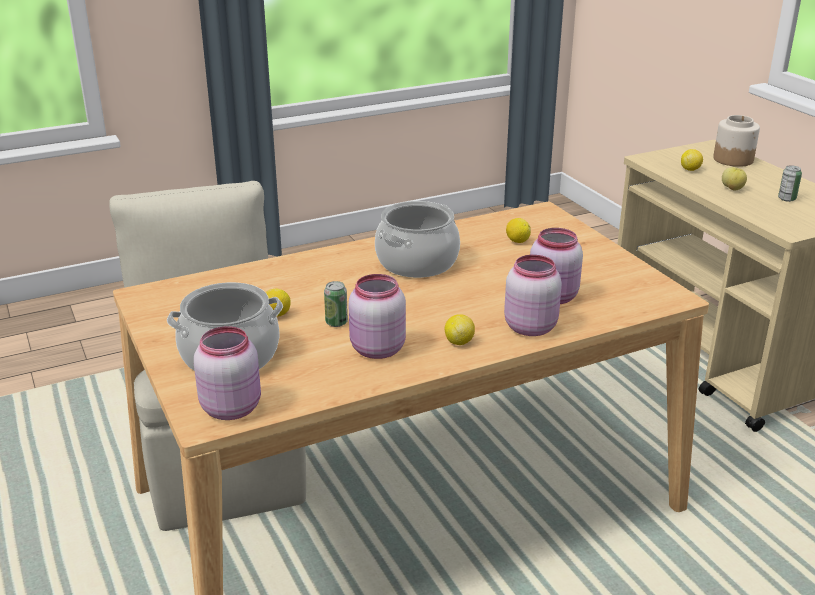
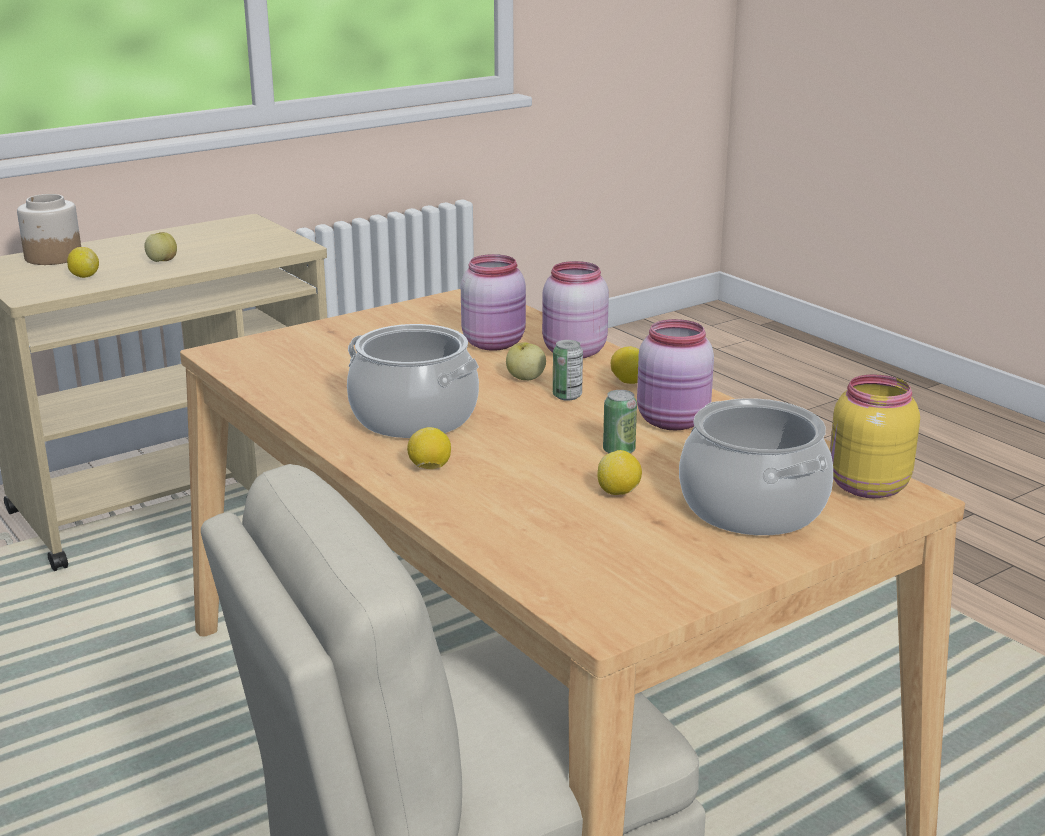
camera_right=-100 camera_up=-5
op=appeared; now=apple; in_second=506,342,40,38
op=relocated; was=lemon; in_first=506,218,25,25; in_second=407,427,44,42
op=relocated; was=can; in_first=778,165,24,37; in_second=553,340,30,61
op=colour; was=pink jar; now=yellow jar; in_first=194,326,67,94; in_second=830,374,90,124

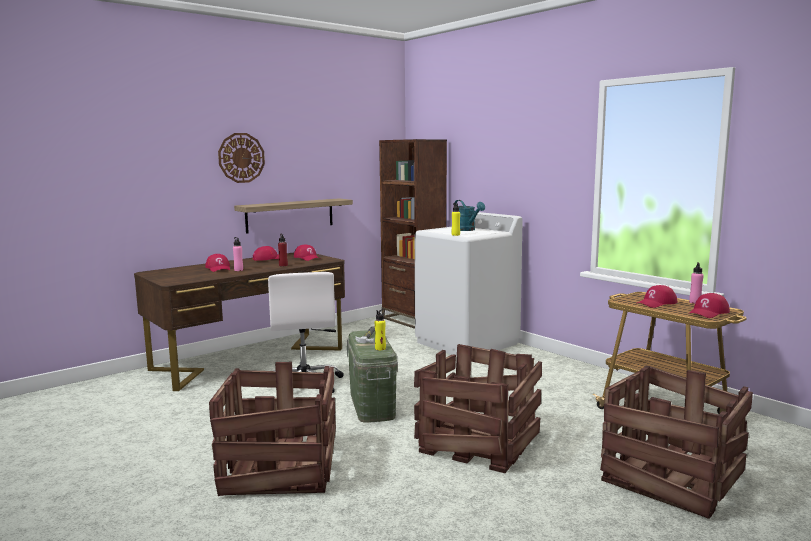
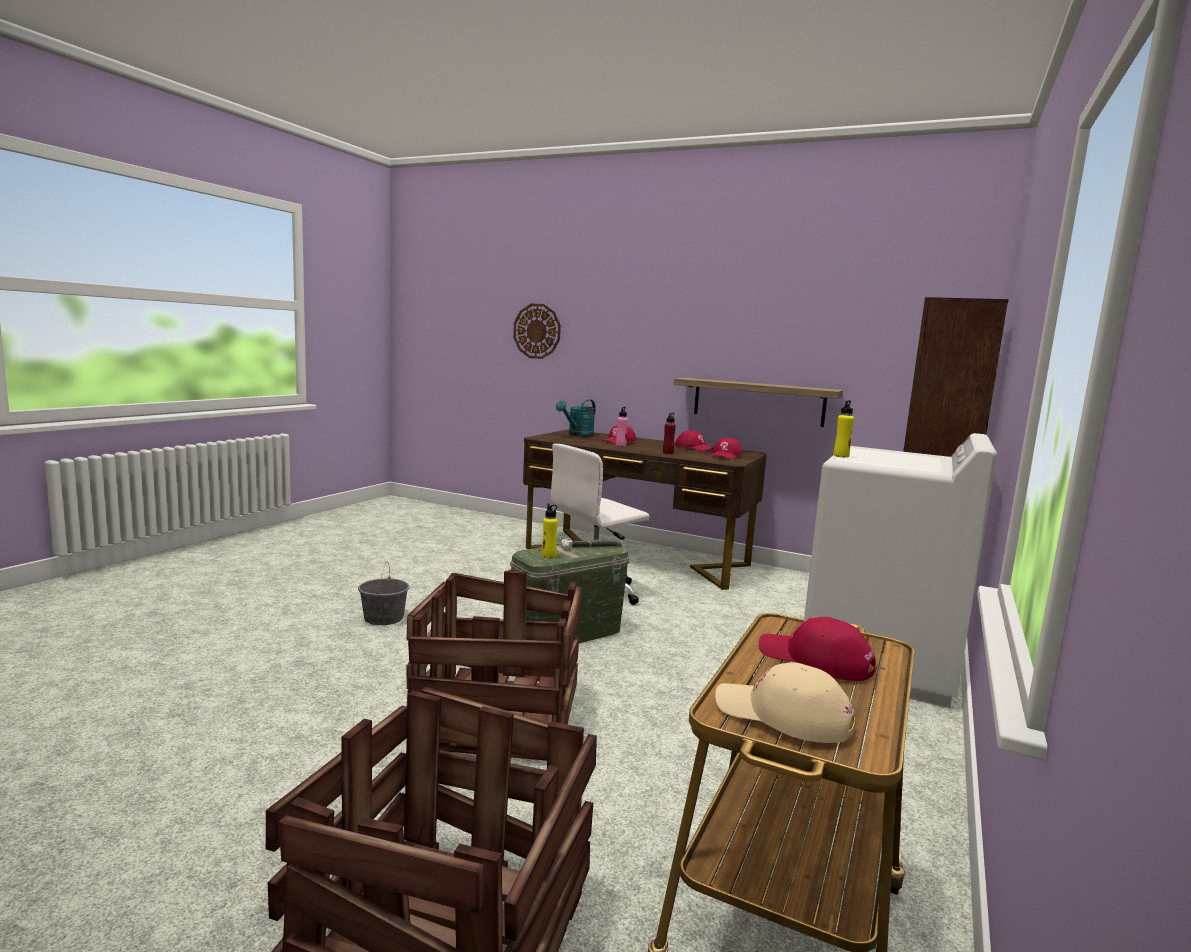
camera_right=65 camera_up=0
op=missing; was=pink bottle; in_first=689,262,15,42
op=relocated; was=wall clock; in_first=218,133,47,50; in_second=513,303,48,56
op=relocated; was=turquoise watering can; in_first=454,200,31,31; in_second=556,399,40,38
op=exchanged; was=crate; now=grey bucket; in_first=209,362,127,134; in_second=358,561,52,64
op=colour; was=red cap; now=beige cap; in_first=688,293,42,25; in_second=715,662,141,81

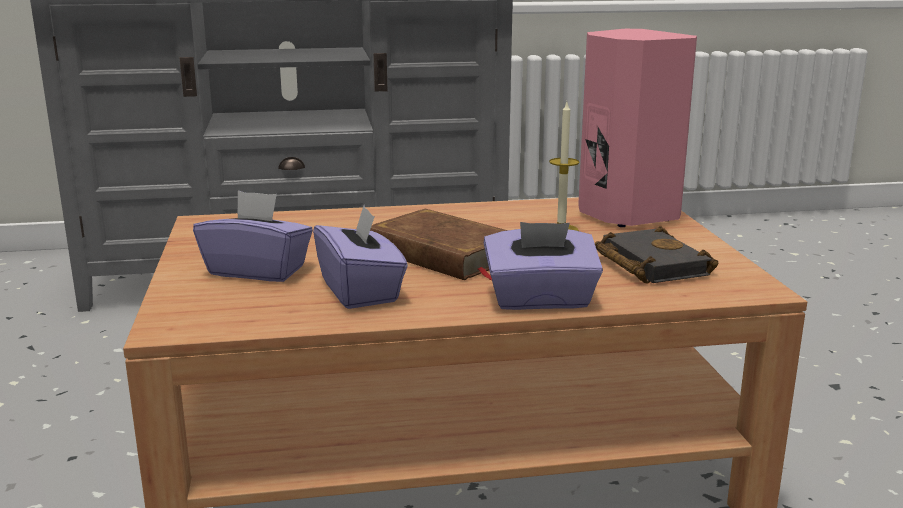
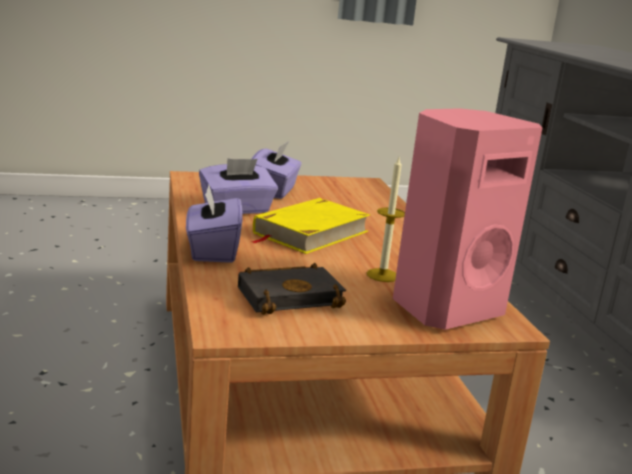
camera_right=85 camera_up=0
op=colour; was=brown book; now=yellow book; in_first=370,209,138,72; in_second=251,198,119,56

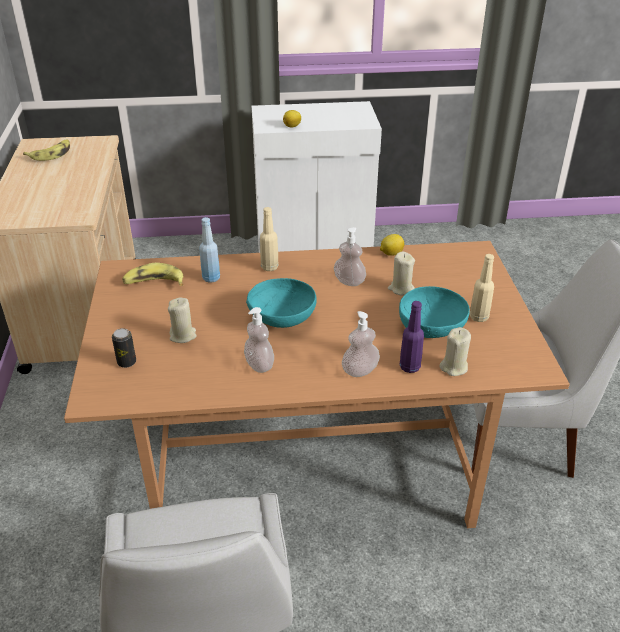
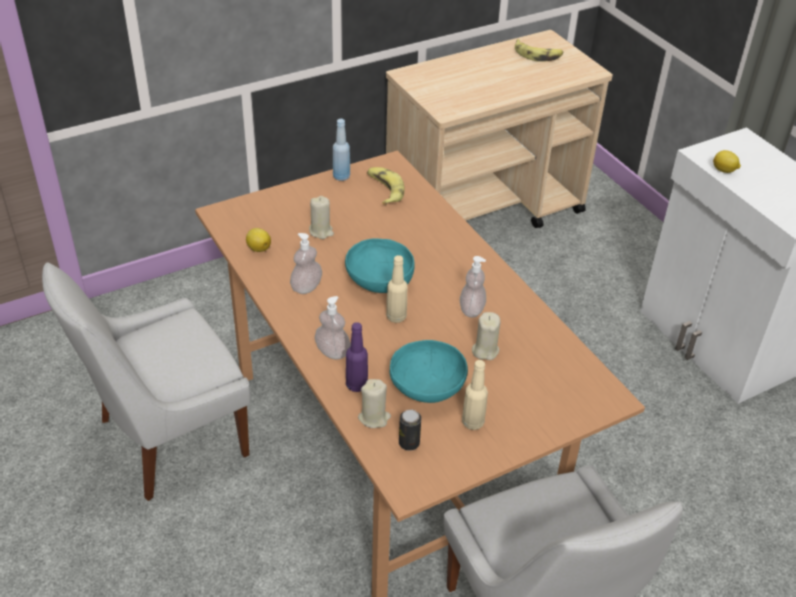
camera_right=65 camera_up=5
op=relocated; was=can; in_first=112,328,24,40; in_second=399,409,22,42
op=relocated; was=blue bottle; in_first=199,217,21,66; in_second=333,119,17,62
op=relocated; was=beige bottle; in_first=260,207,19,64; in_second=386,255,22,68
op=relocated; was=lemon; in_first=380,234,24,22; in_second=246,228,25,24

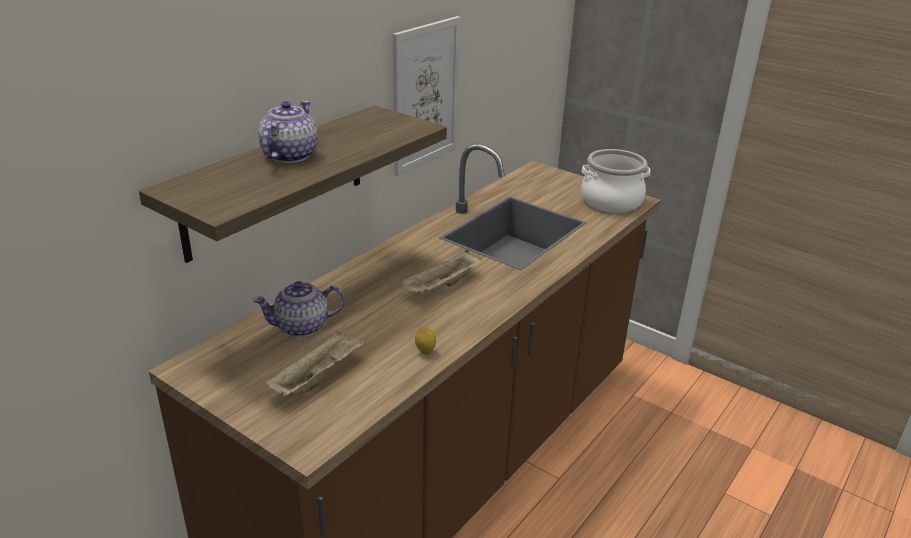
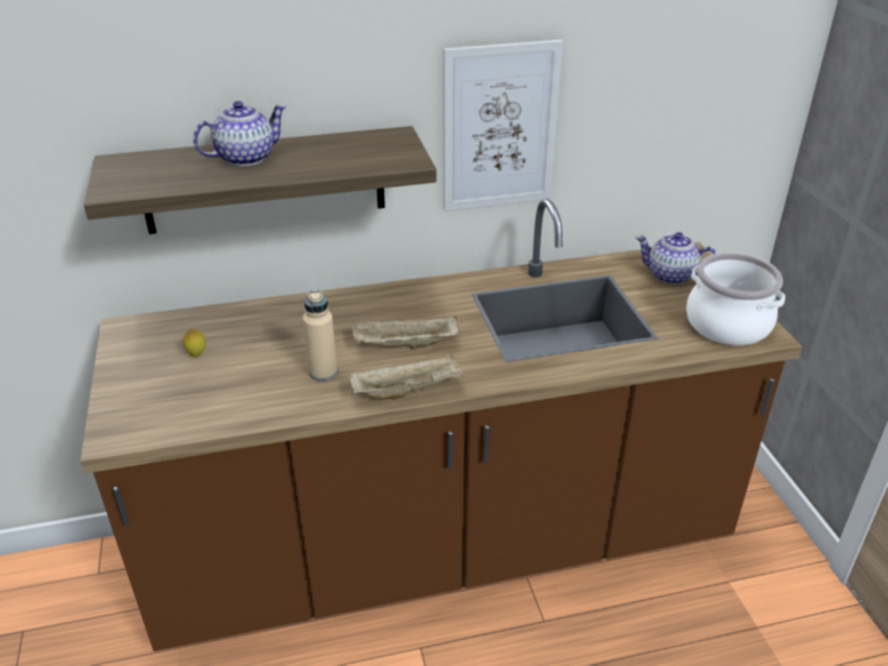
camera_right=40 camera_up=5
op=appeared; now=beige bottle; in_second=303,289,34,92
op=relocated; was=teapot; in_first=253,281,92,56; in_second=635,232,82,53
op=relocated; was=beige tray; in_first=266,331,100,66; in_second=349,353,117,46
op=relocated; was=lemon; in_first=415,327,21,28; in_second=183,329,23,28

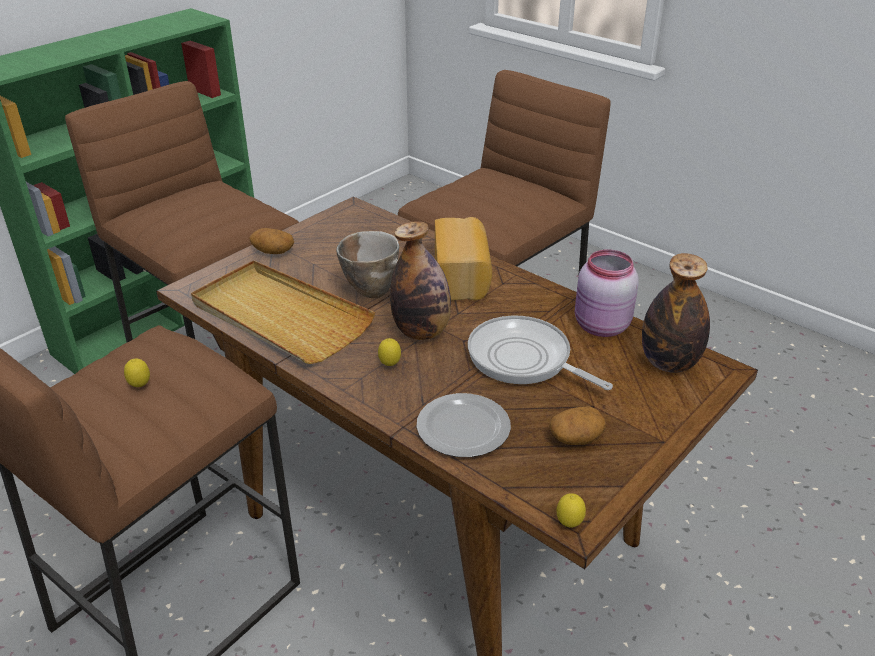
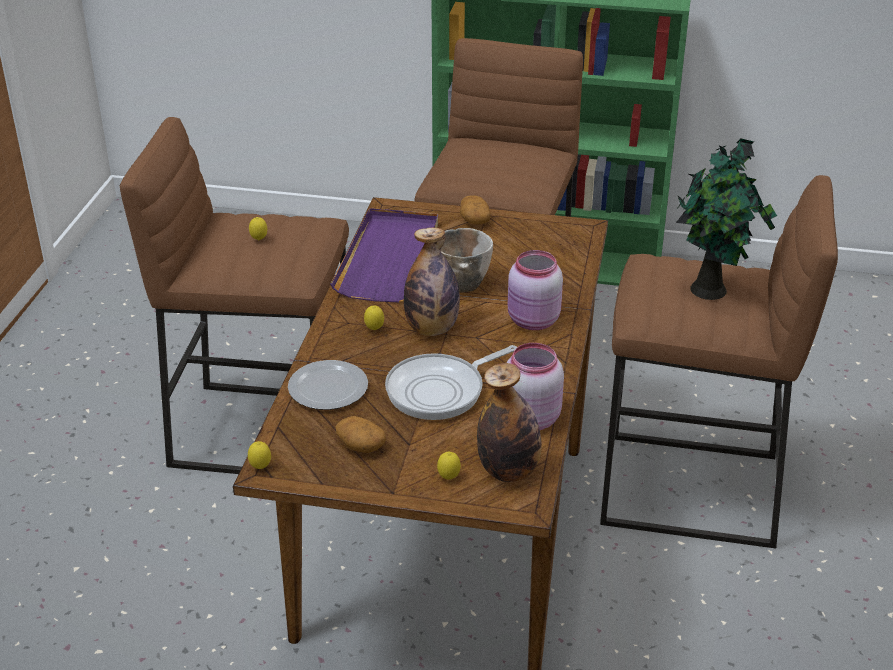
camera_right=60 camera_up=0
op=appeared; now=lemon; in_second=437,452,24,27
op=appeared; now=potted plant; in_second=676,139,101,161
op=exchanged; was=bread; now=pink jar; in_first=435,217,57,83; in_second=508,250,55,80
op=colour; was=beige tray; now=purple tray; in_first=191,260,184,104; in_second=330,208,108,95
op=spun; was=frying pan; in_first=468,316,145,74; in_second=385,345,132,75; clockwise=-135

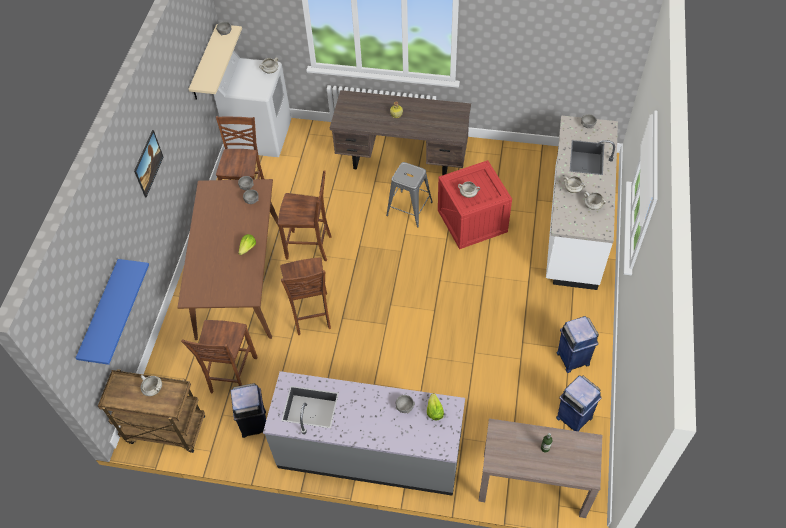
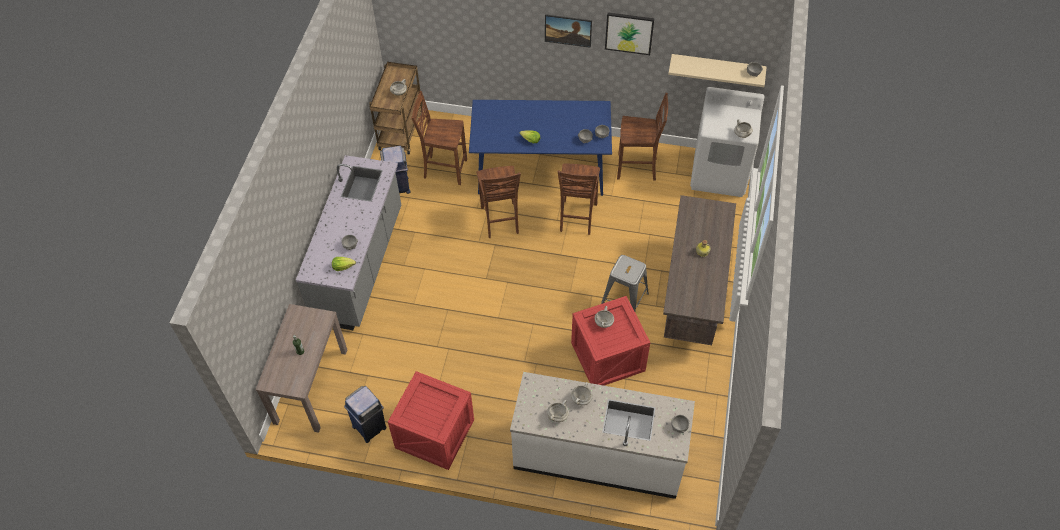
camera_right=90 camera_up=0
op=missing; was=blue shelf; in_first=76,259,73,106
op=appeared; now=picture; in_second=605,13,50,42
op=exchanged; was=blue trash can; now=crate; in_first=557,316,42,57; in_second=388,371,86,99
op=colour; was=brown dining table; now=blue dining table; in_first=177,179,102,161; in_second=469,100,143,96
op=spun; was=brown chair; in_first=280,257,51,78; in_second=476,166,45,72; clockwise=-90

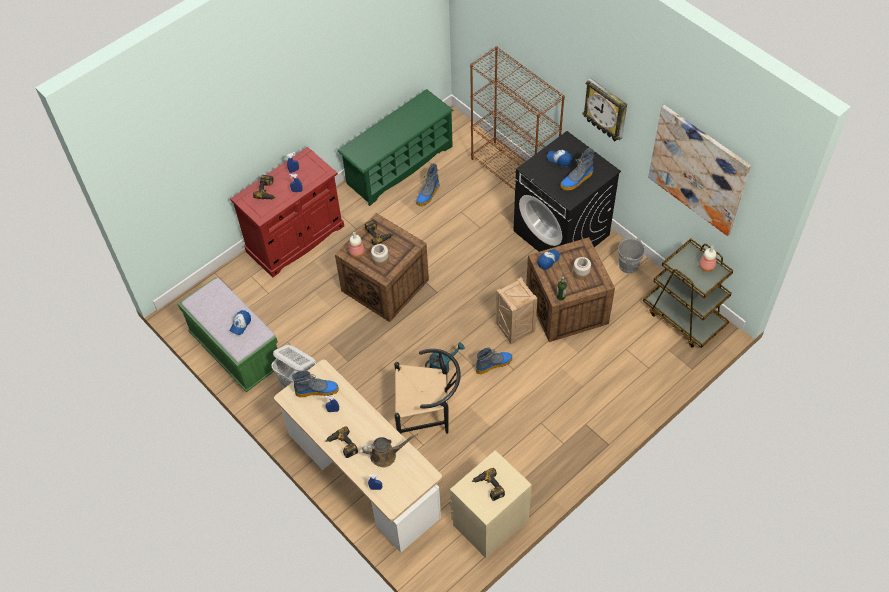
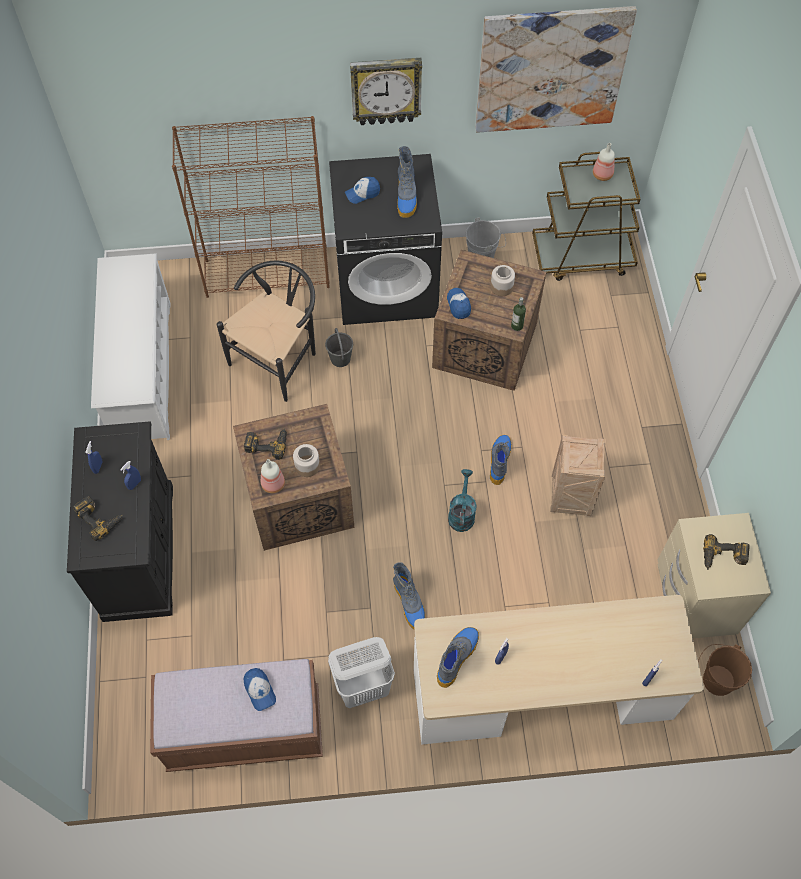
camera_right=-55 camera_up=5
op=missing; was=power drill; in_first=325,426,33,32
op=missing; was=brown watering can; in_first=362,434,56,33
op=appeared; now=grey bucket; in_second=325,328,28,39
op=appeared; now=brown bucket; in_second=698,644,54,52
op=relocated; was=black chair; in_first=394,349,67,86; in_second=217,260,99,142
op=relocated; was=boot; in_first=416,163,24,43; in_second=393,562,32,67
op=relocated; was=crate; in_first=496,277,42,67; in_second=550,434,56,82
op=colour; was=green bench; now=brown bench; in_first=178,277,101,115; in_second=150,659,173,113
op=colour; was=red cabinet; now=black cabinet; in_first=230,147,114,130; in_second=67,421,106,201
op=colour; was=green shoe rack; now=white shoe rack; in_first=337,89,116,117; in_second=91,253,79,187

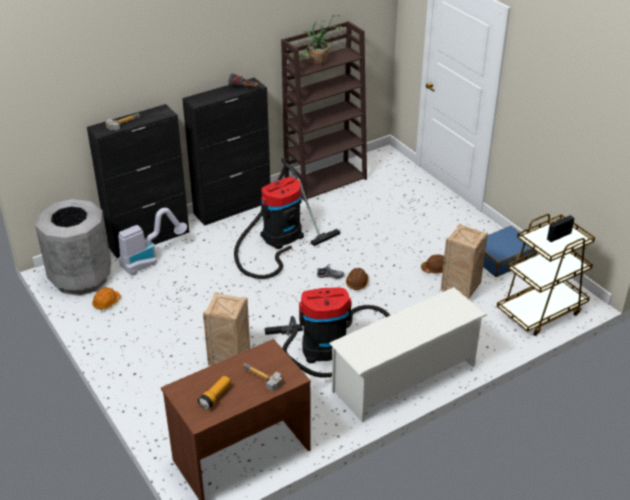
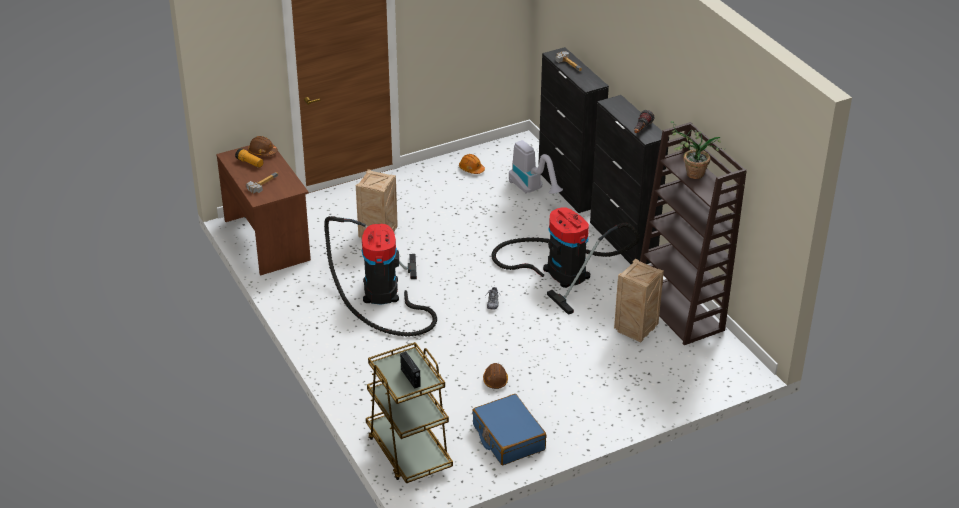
camera_right=95 camera_up=0
op=missing; was=grey trash can; in_first=36,199,75,97
op=missing; was=white shoe rack; in_first=329,287,158,135
op=relocated; was=brown hard hat; in_first=346,268,22,22; in_second=248,136,30,20
op=relocated; was=crate; in_first=441,224,47,75; in_second=614,259,50,83

